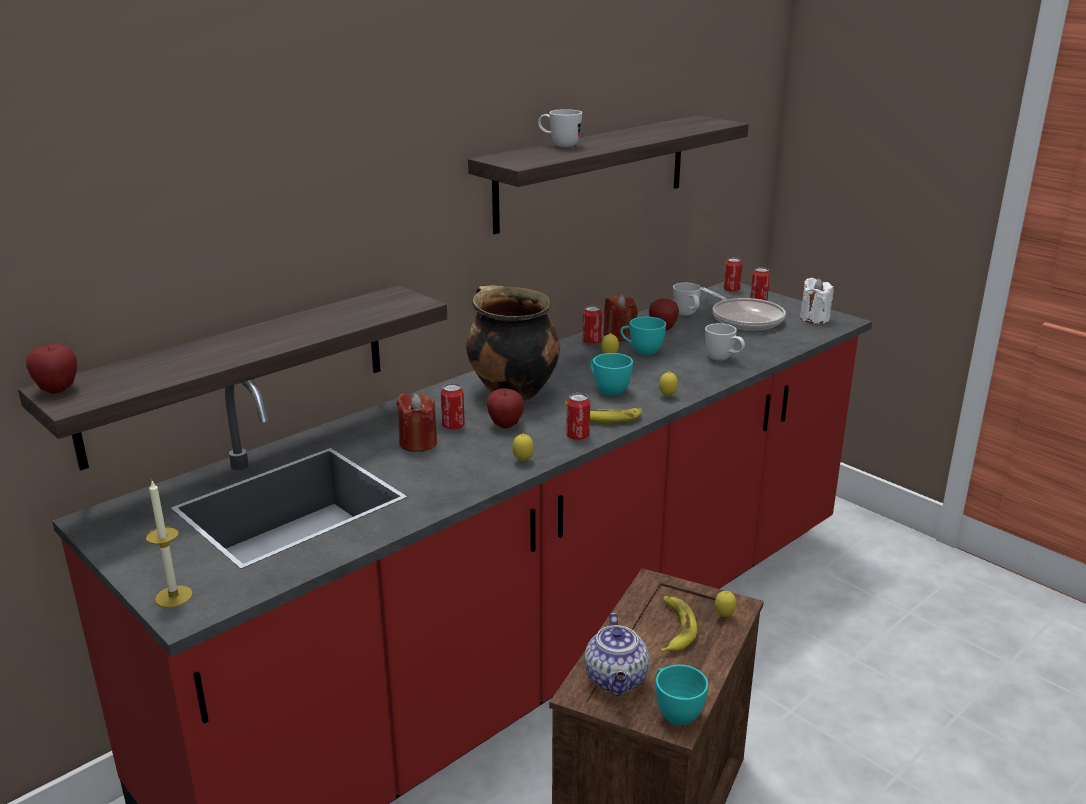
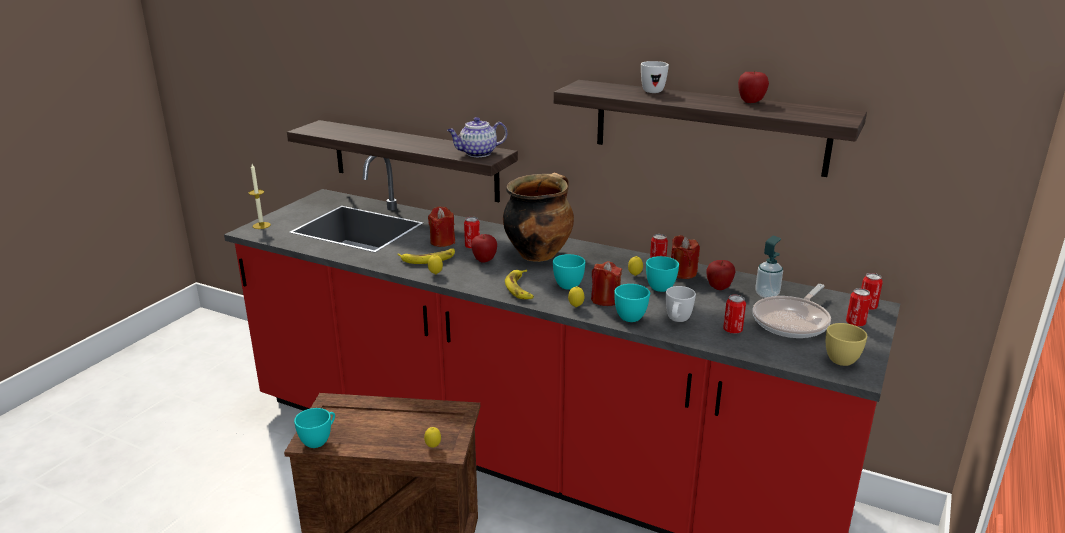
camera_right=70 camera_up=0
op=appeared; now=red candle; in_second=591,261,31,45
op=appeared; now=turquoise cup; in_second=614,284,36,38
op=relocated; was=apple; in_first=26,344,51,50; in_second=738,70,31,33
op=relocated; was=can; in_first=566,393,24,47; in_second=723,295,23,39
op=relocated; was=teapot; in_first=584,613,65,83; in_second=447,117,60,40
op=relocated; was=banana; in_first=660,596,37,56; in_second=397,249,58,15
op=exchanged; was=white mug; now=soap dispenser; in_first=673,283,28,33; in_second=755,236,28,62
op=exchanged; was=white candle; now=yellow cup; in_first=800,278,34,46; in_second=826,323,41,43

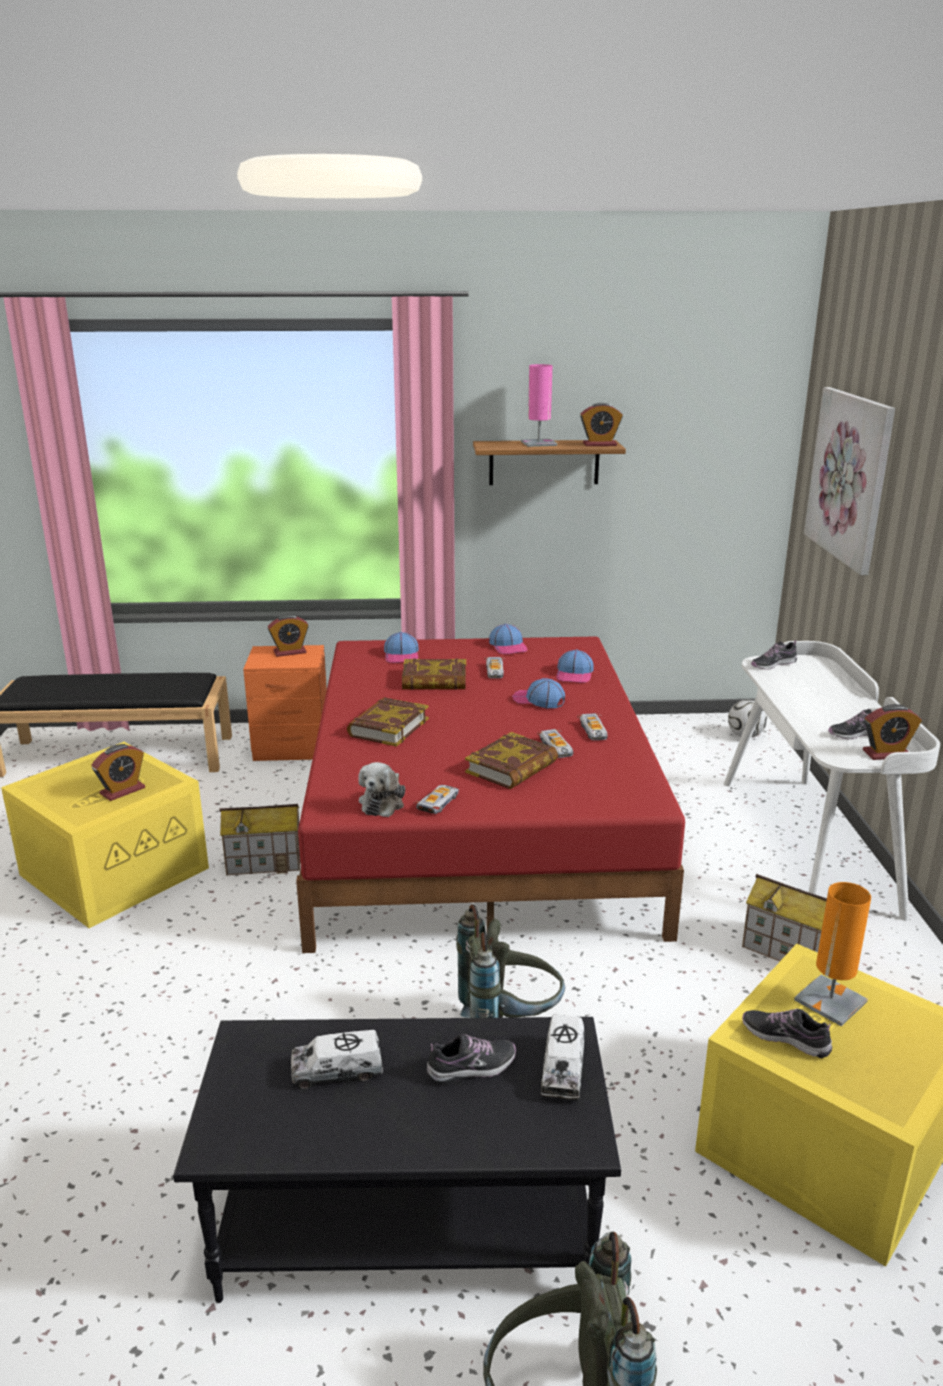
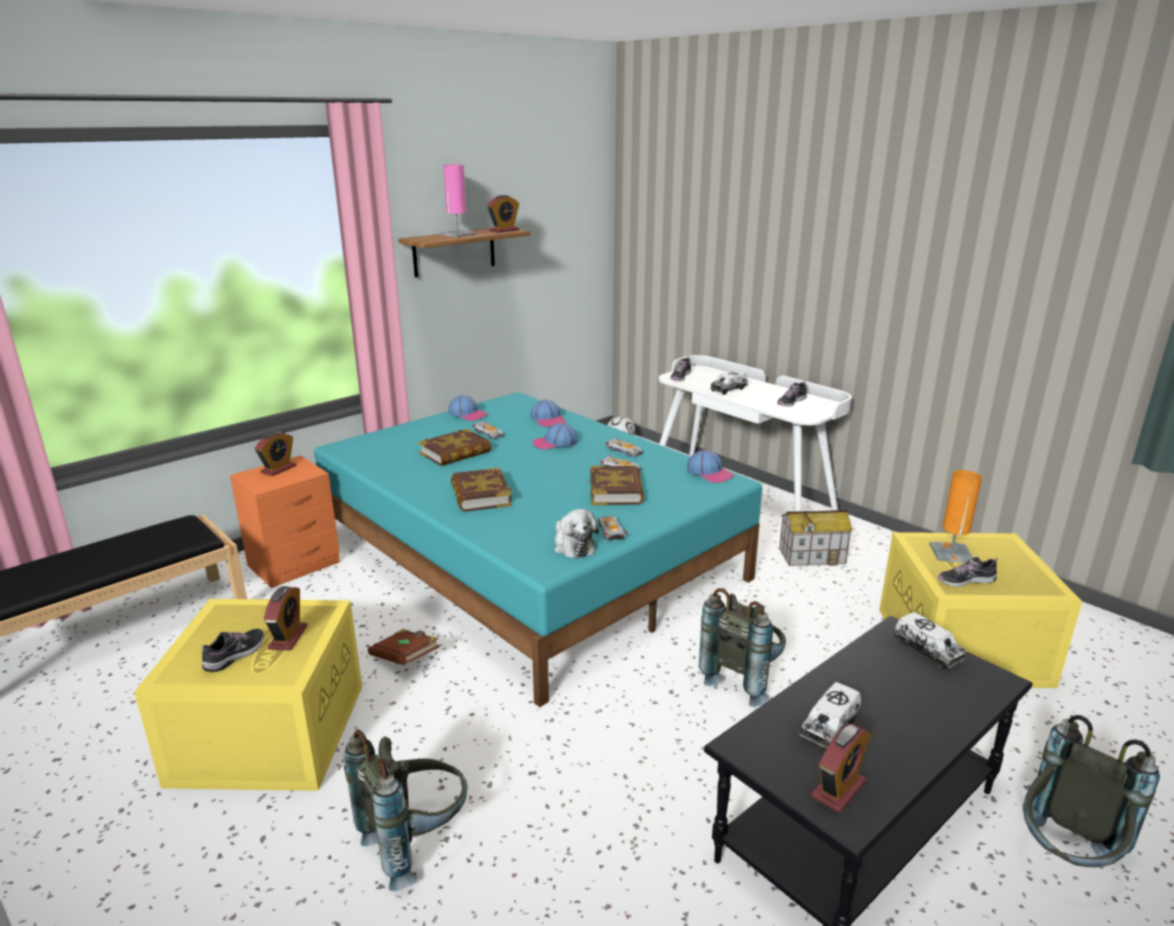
camera_right=-40 camera_up=0
op=missing; was=picture; in_first=804,387,91,188
op=appeared; now=grey backpack; in_second=344,729,123,162
op=appeared; now=toy truck; in_second=710,371,38,24
op=relocated; was=cap; in_first=384,632,35,31; in_second=687,450,47,33
op=relocated; was=shoe; in_first=426,1034,90,51; in_second=202,629,62,43
op=relocated; was=alarm clock; in_first=863,704,59,56; in_second=811,723,60,90
op=exchanged; was=toy house; now=brown book; in_first=219,804,81,72; in_second=368,629,72,36
op=colour; was=red bed; now=turquoise bed; in_first=296,636,389,317; in_second=314,392,448,315

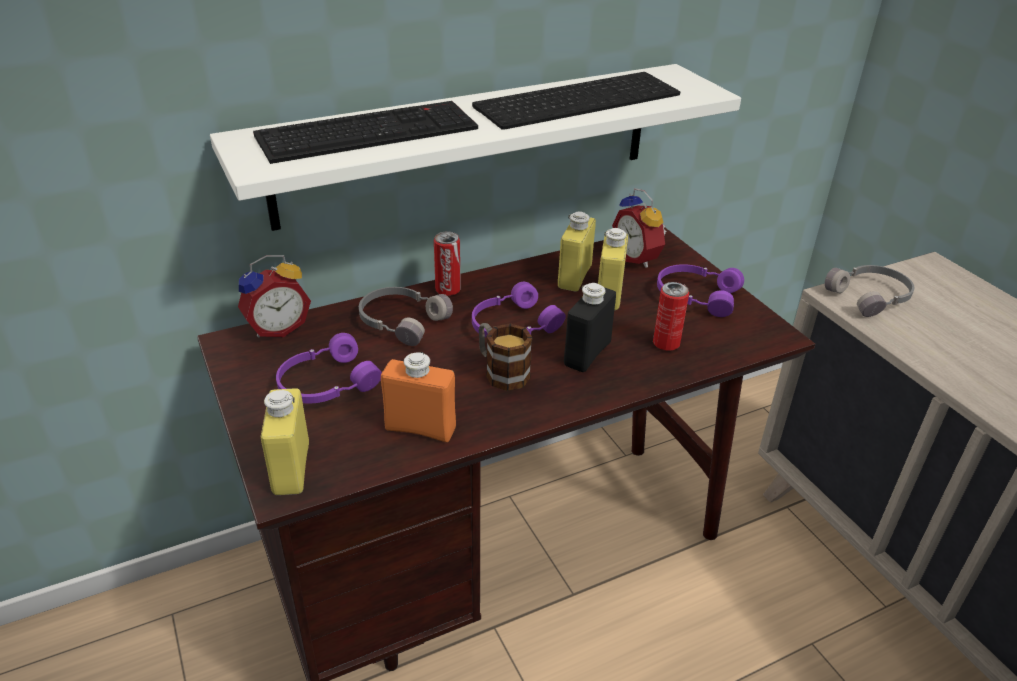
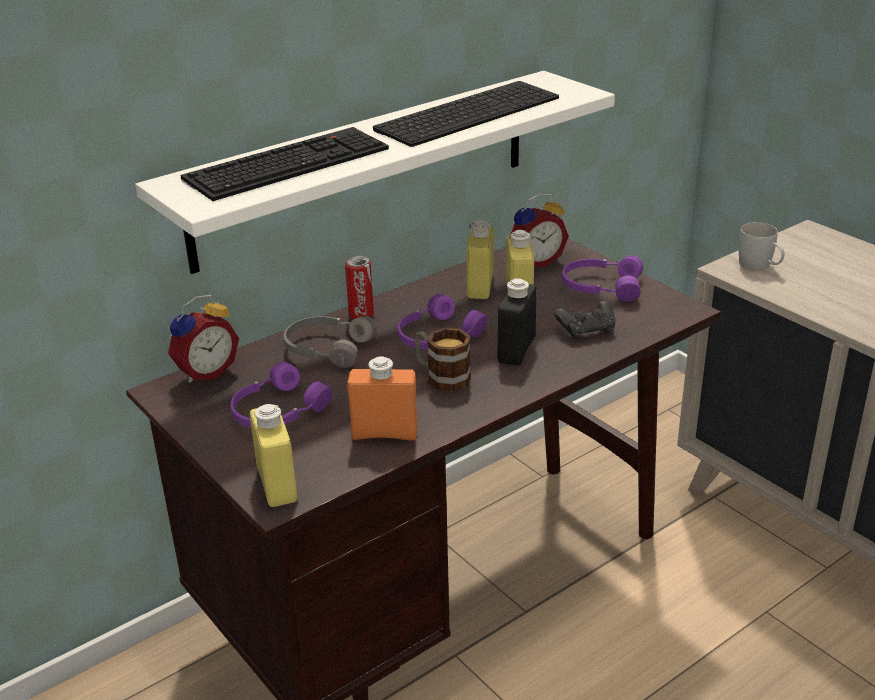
camera_right=-10 camera_up=-5
op=exchanged; was=can; now=black game controller; in_first=653,282,36,69; in_second=555,301,60,39
op=exchanged; was=grey headphones; now=white mug; in_first=825,265,89,52; in_second=739,222,46,48
op=spun; was=alarm clock; in_first=612,188,54,80; in_second=511,193,58,75; clockwise=-75

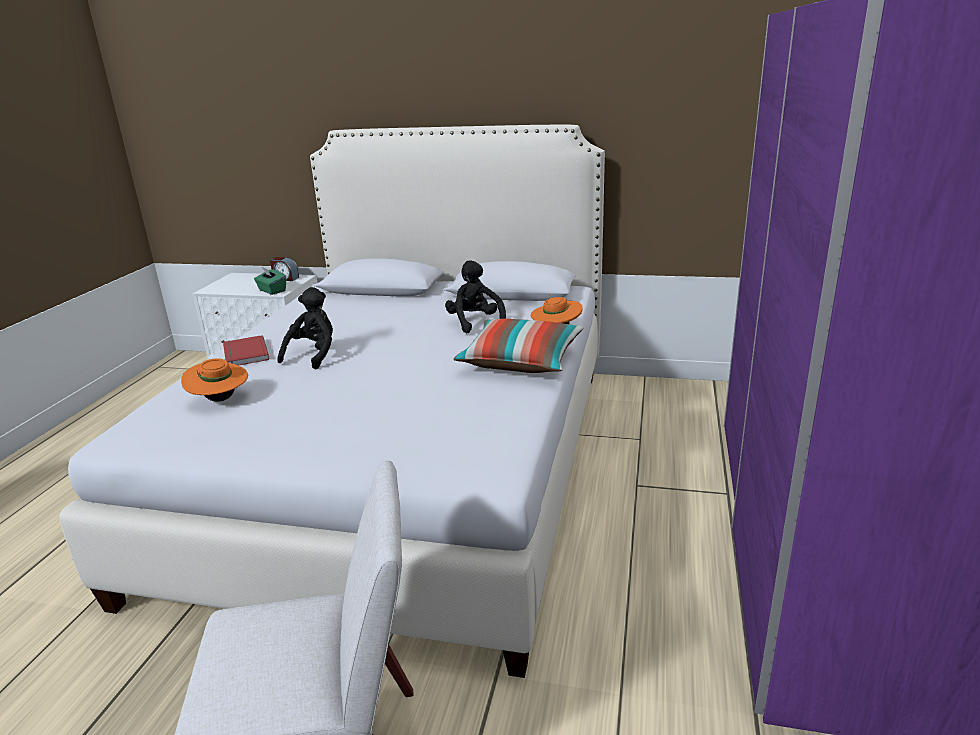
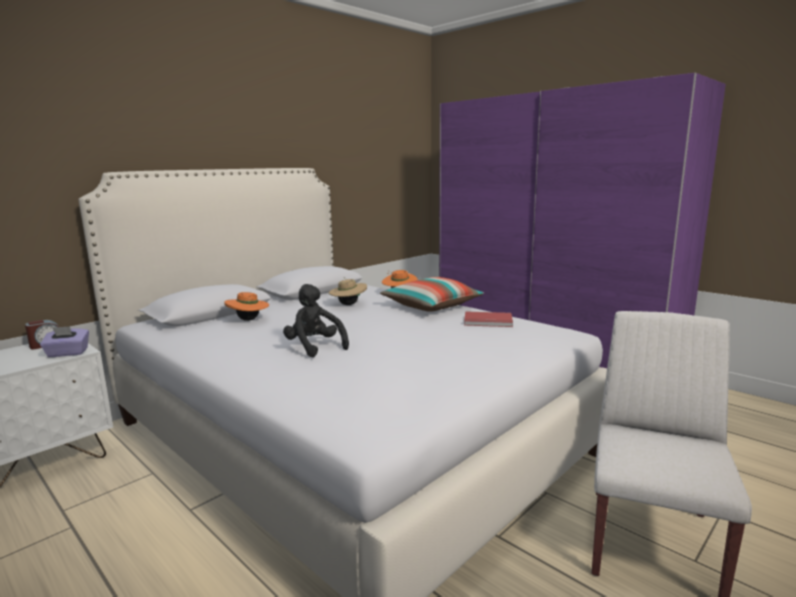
camera_right=-60 camera_up=-10
op=relocated; was=orange hat; in_first=181,358,67,44; in_second=224,292,45,29
op=relocated; was=red book; in_first=223,335,46,31; in_second=464,311,49,16
op=exchanged; was=black plush toy; now=beige hat; in_first=445,260,61,73; in_second=329,278,38,27
op=colour; was=green tissue box; now=purple tissue box; in_first=254,267,32,28; in_second=40,326,49,31

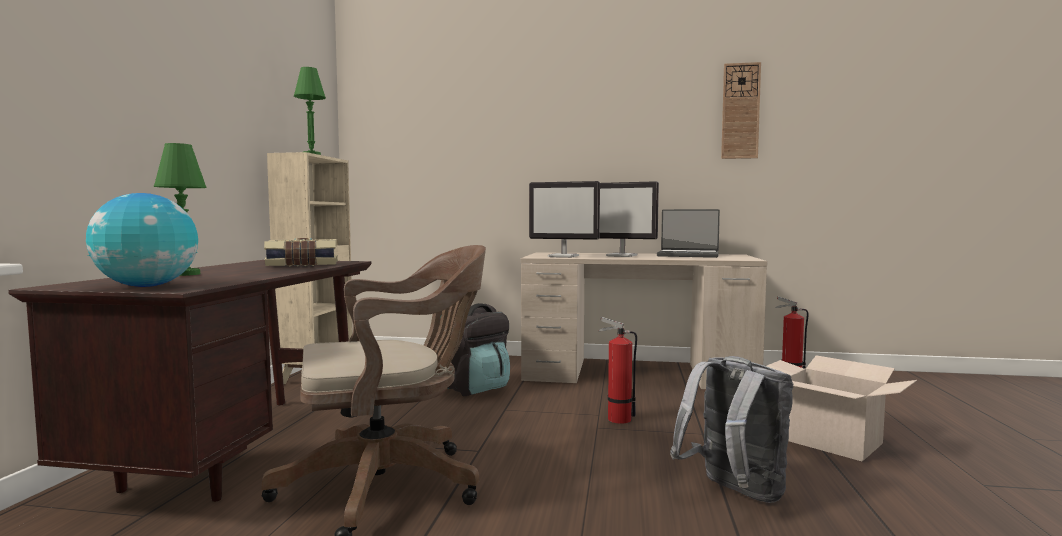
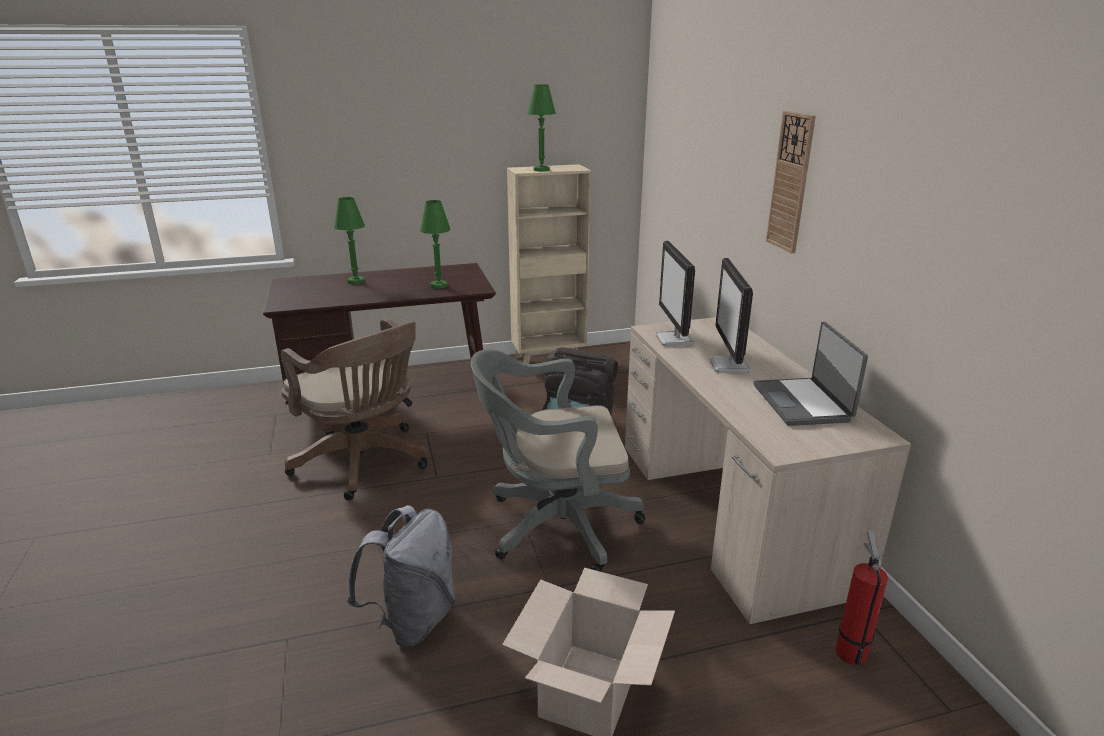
camera_right=65 camera_up=20
op=missing; was=globe; in_first=86,193,112,94
op=relocated; was=wall clock; in_first=721,62,40,97; in_second=766,111,50,142
op=exchanged; was=book; now=green table lamp; in_first=264,238,74,29; in_second=420,200,31,89
op=exchanged; was=fire extinguisher; now=grey office chair; in_first=598,317,39,107; in_second=471,349,174,223

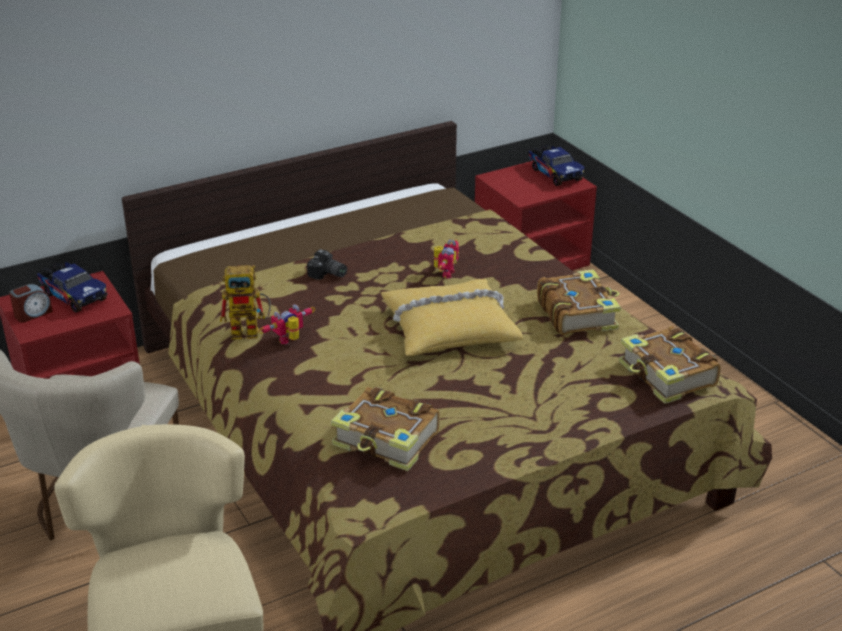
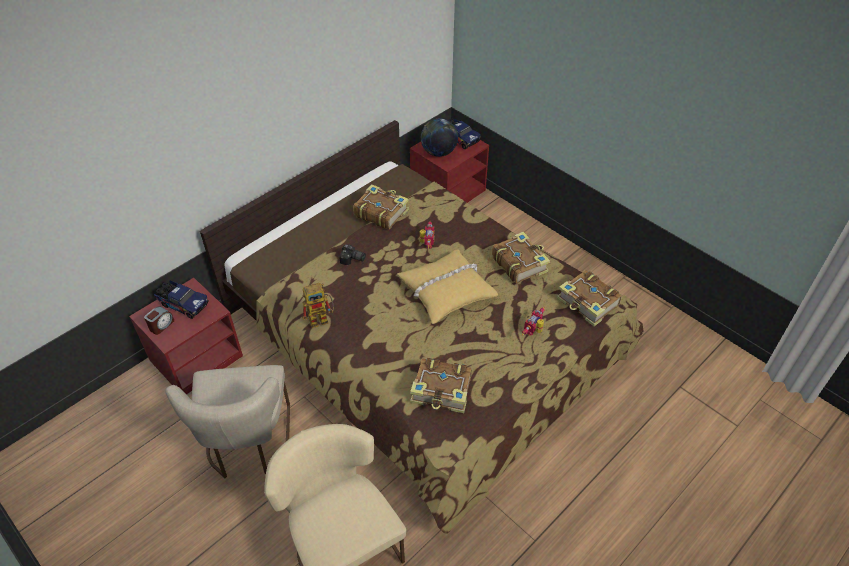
camera_right=-15 camera_up=15
op=appeared; now=book; in_second=353,184,56,45
op=appeared; now=globe; in_second=421,118,37,39
op=relocated; was=toy robot; in_first=258,304,57,40; in_second=522,307,23,29

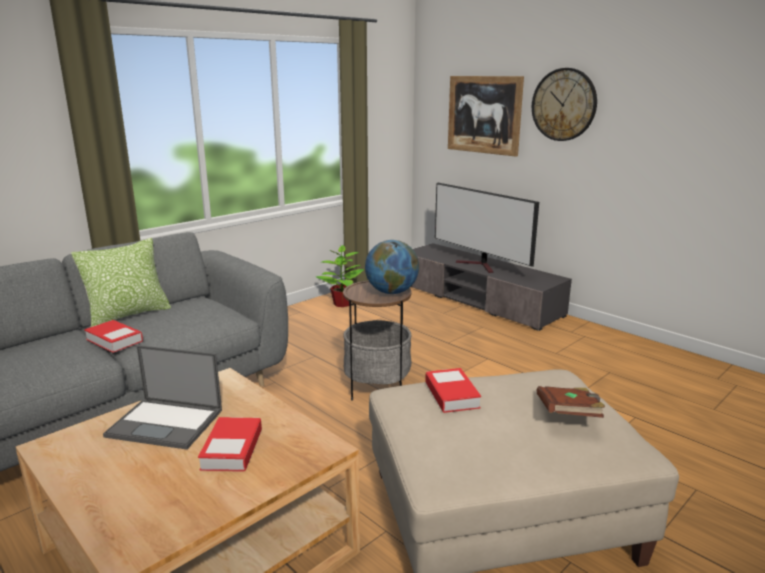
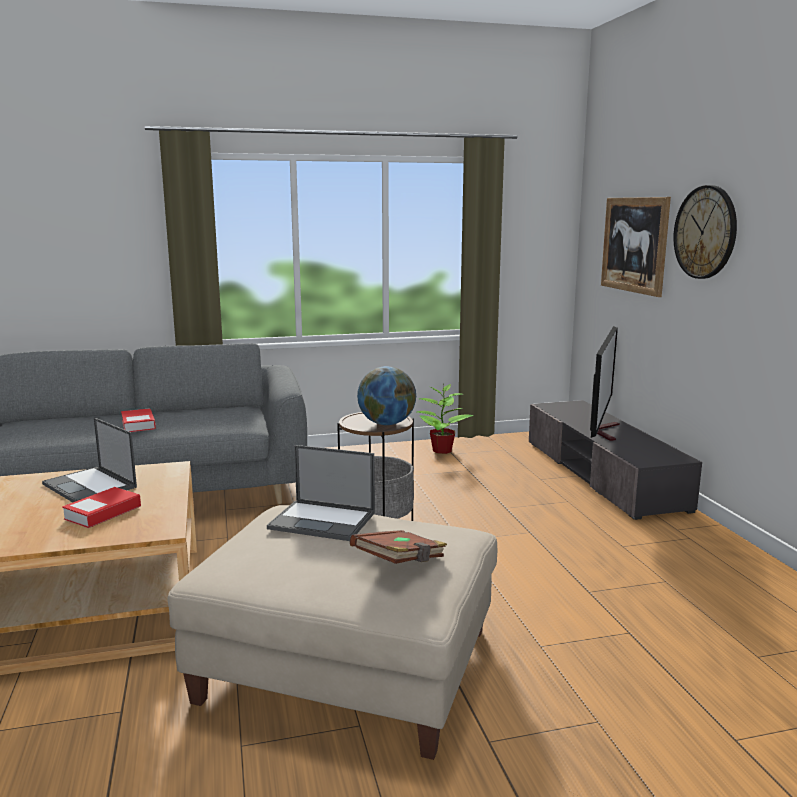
camera_right=30 camera_up=-5
op=missing; was=pillow; in_first=71,238,100,89
op=exchanged; was=book; now=laptop; in_first=425,368,56,45; in_second=267,445,108,96
op=spun; was=television; in_first=435,182,104,91; in_second=590,326,30,115; clockwise=-150

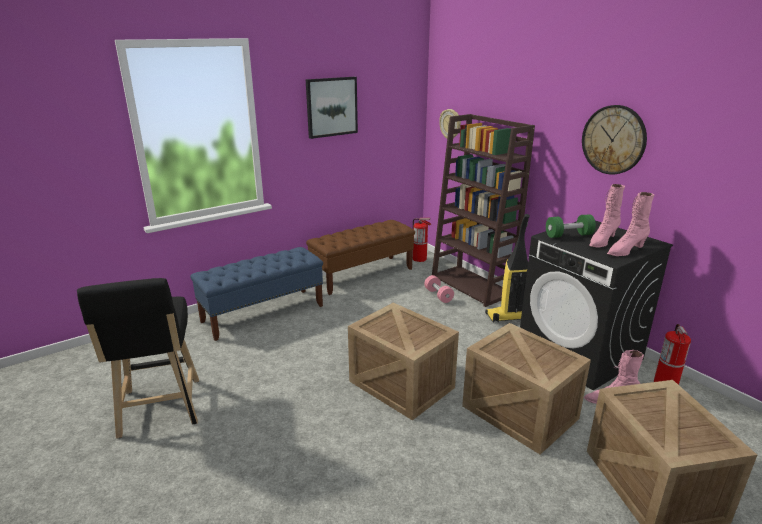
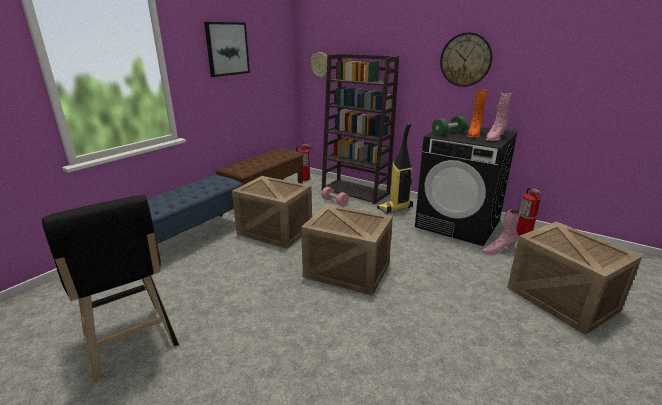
camera_right=-20 camera_up=0
op=relocated; was=crate; in_first=462,323,129,131; in_second=232,176,80,73
op=colour; was=pink boot; now=orange boot; in_first=589,184,36,64; in_second=467,90,21,48

